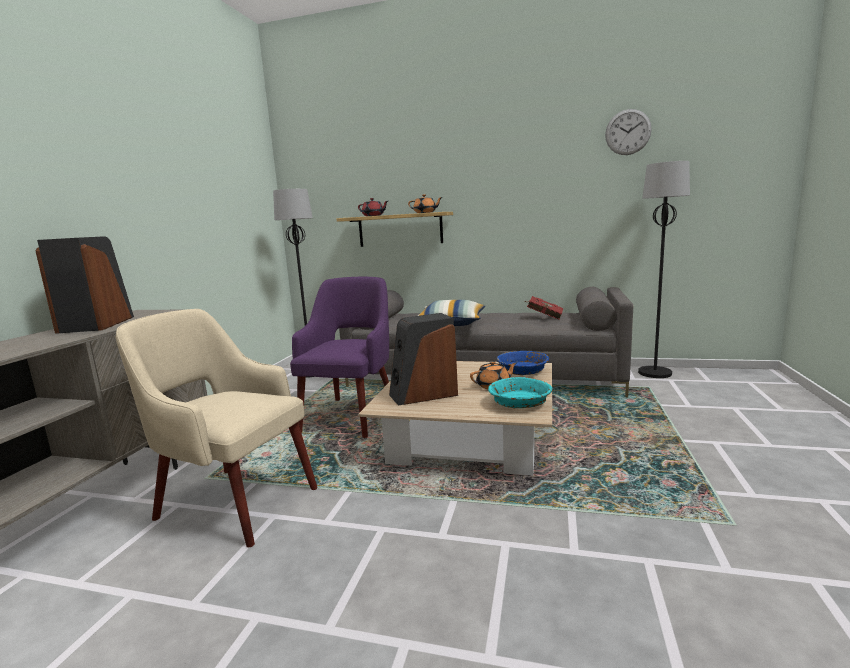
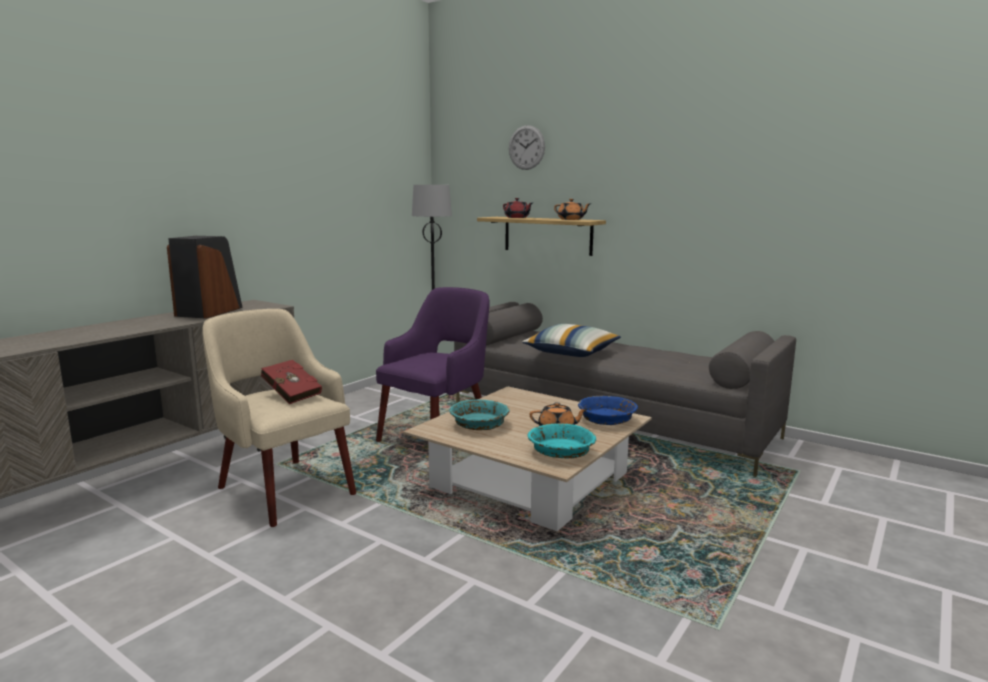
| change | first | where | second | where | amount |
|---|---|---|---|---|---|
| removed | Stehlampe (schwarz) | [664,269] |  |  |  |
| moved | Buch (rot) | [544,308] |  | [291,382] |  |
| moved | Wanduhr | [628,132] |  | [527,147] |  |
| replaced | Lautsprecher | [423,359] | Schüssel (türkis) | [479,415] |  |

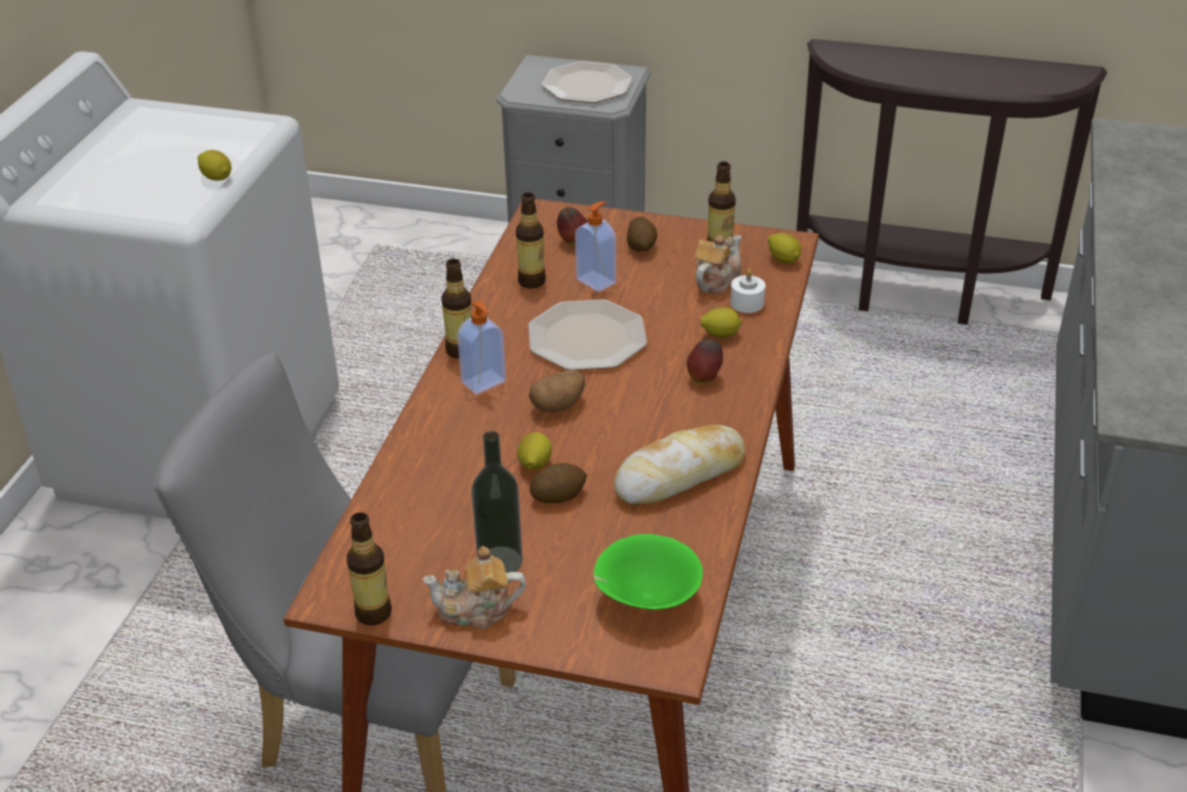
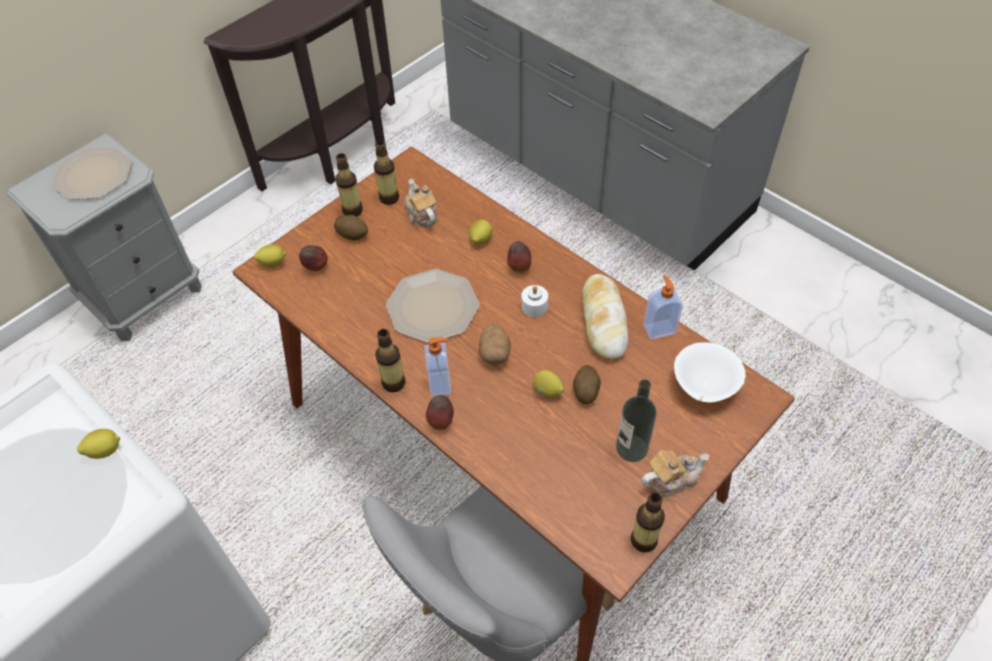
| change | first | where | second | where | amount |
|---|---|---|---|---|---|
| added |  |  | Apfel | [440,412] |  |
| moved | Flasche | [531,241] |  | [349,185] |  |
| moved | Seifenspender | [595,247] |  | [663,307] |  |
| moved | Kerze (weiß) | [747,291] |  | [534,301] |  |
| moved | Zitrone | [784,248] |  | [270,255] |  |
| recoloured | Schüssel (grün) | [648,572] | Schüssel (weiß) | [709,372] |  |
| turned | Teekanne | [474,587] |  | [675,473] | 135 degrees counterclockwise |

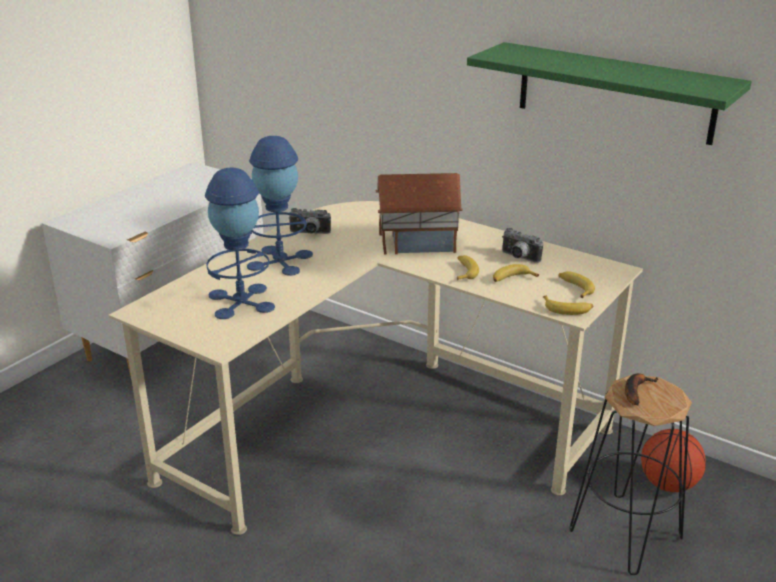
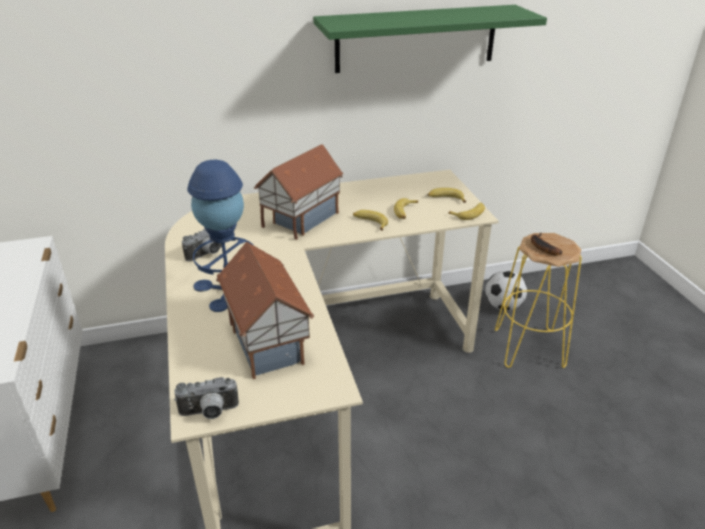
| change | first | where | second | where | amount |
|---|---|---|---|---|---|
| moved | Kamera | [522,245] |  | [206,398] |  |
| replaced | Tischlampe (blau) | [240,243] | Spielzeughaus | [265,310] |  |
| replaced | Basketball | [673,460] | Fußball | [506,290] |  |
| recoloured | Hocker (schwarz) | [631,475] | Hocker (gelb) | [538,300] |  |

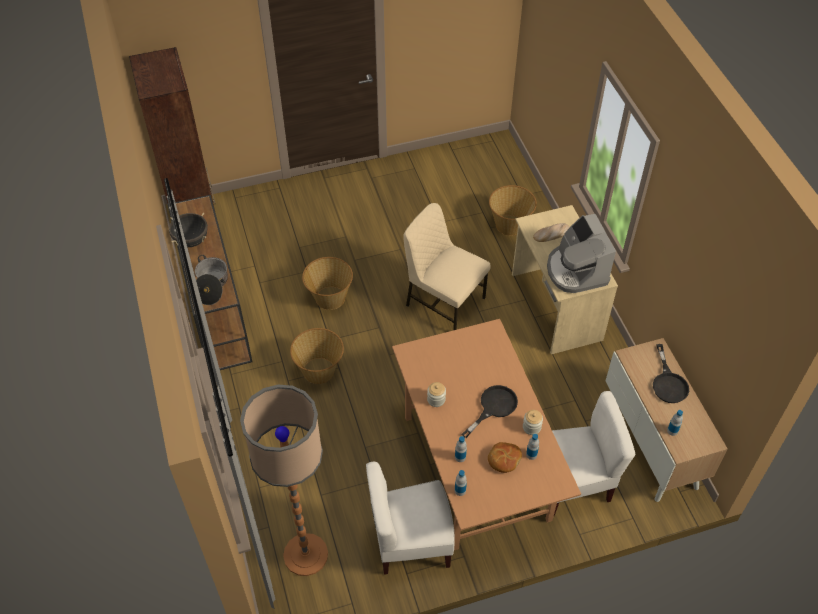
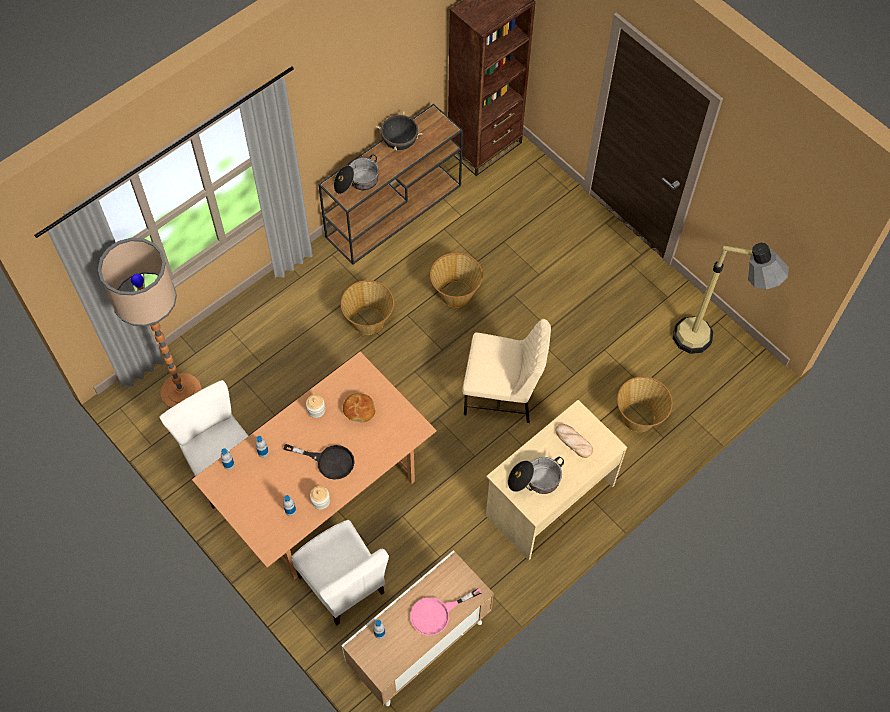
| change | first | where | second | where | amount |
|---|---|---|---|---|---|
| added |  |  | Stehlampe | [731,298] |  |
| moved | Brot | [505,457] |  | [359,408] |  |
| replaced | Kaffeemaschine | [581,253] | Kochtopf | [536,475] |  |
| recoloured | Pfanne (schwarz) | [671,373] | Pfanne (rosa) | [446,611] |  |
| turned | Stuhl (beige) | [447,266] |  | [506,371] | 90 degrees clockwise |

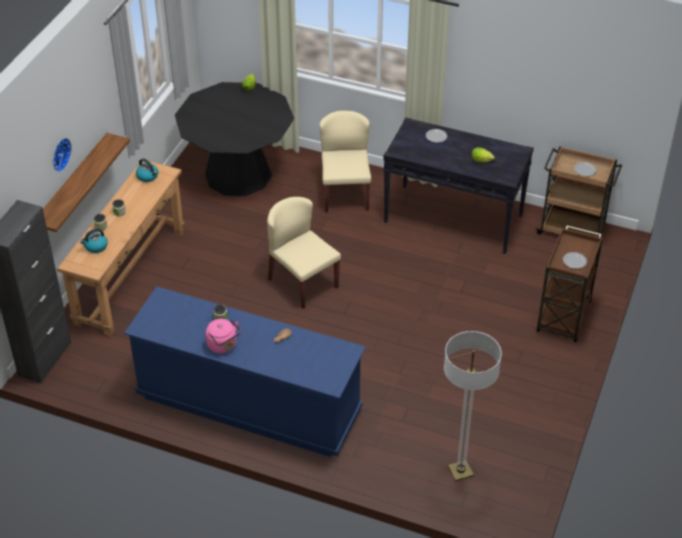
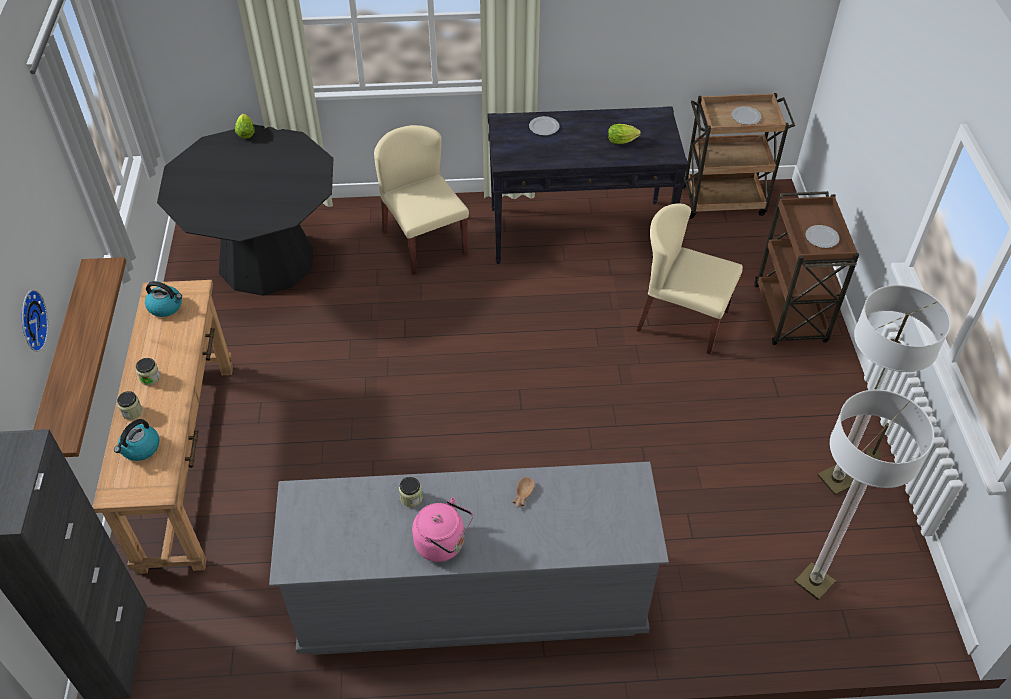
| change | first | where | second | where | amount |
|---|---|---|---|---|---|
| added |  |  | Stehlampe | [884,390] |  |
| moved | Stuhl (beige) | [304,253] |  | [690,278] |  |
| recoloured | Kommode (blau) | [245,371] | Kommode (grau) | [469,558] |  |

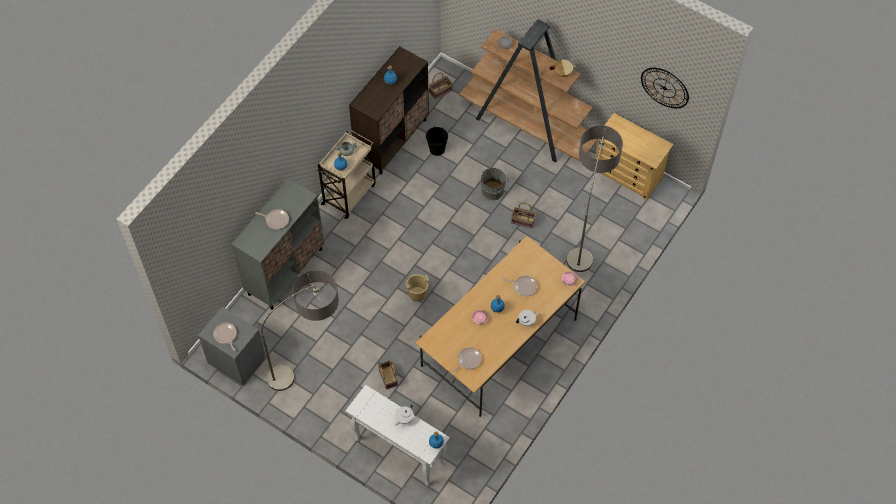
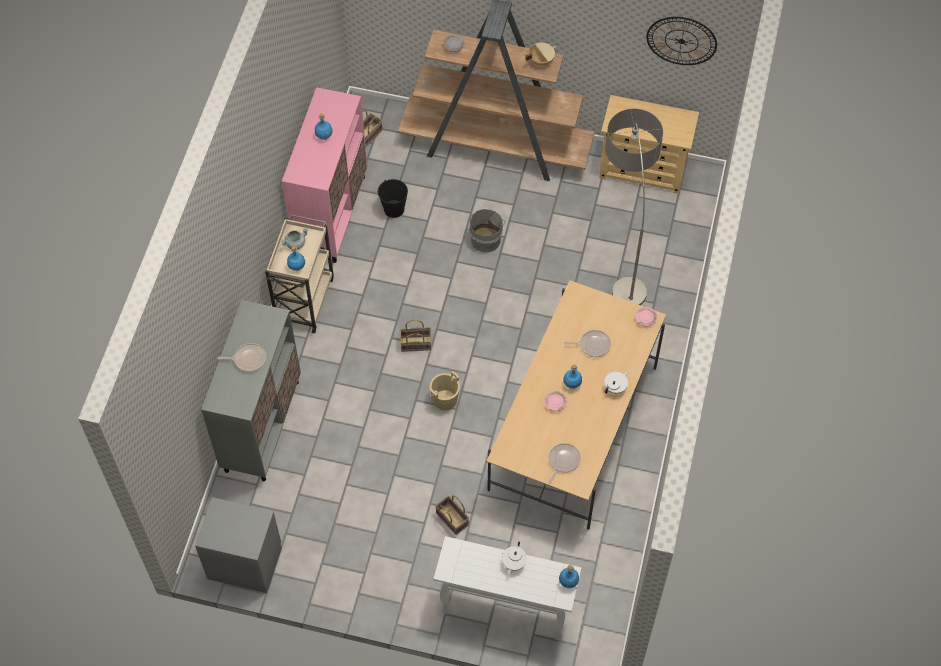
| change | first | where | second | where | amount |
|---|---|---|---|---|---|
| removed | Pfanne | [225,336] |  |  |  |
| removed | Stehlampe | [300,330] |  |  |  |
| moved | Korb | [523,216] |  | [415,336] |  |
| recoloured | Schrank (braun) | [389,110] | Schrank (rosa) | [324,175] |  |

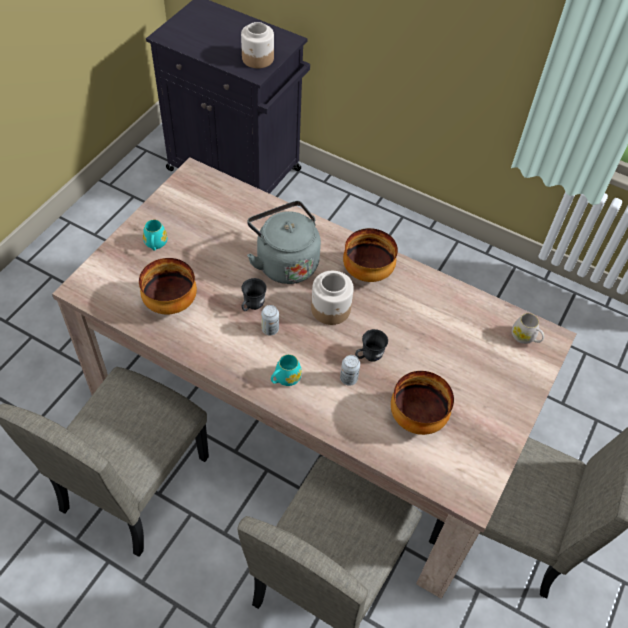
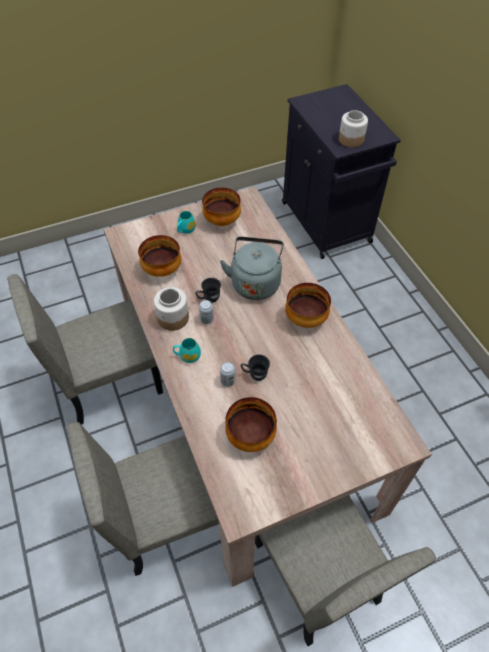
| change | first | where | second | where | amount |
|---|---|---|---|---|---|
| removed | Henkelbecher (weiß) | [528,328] |  |  |  |
| added |  |  | Schüssel | [221,207] |  |
| moved | Vorratsglas | [332,298] |  | [171,309] |  |

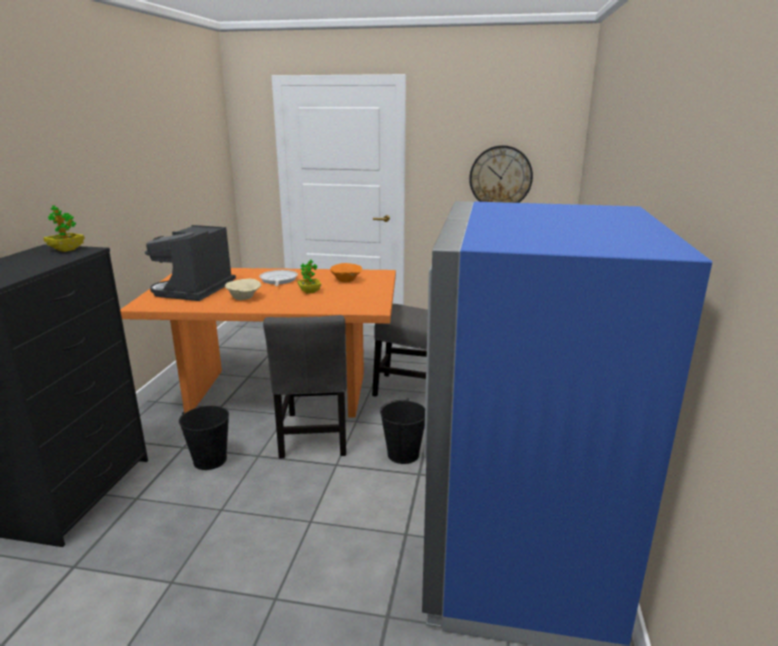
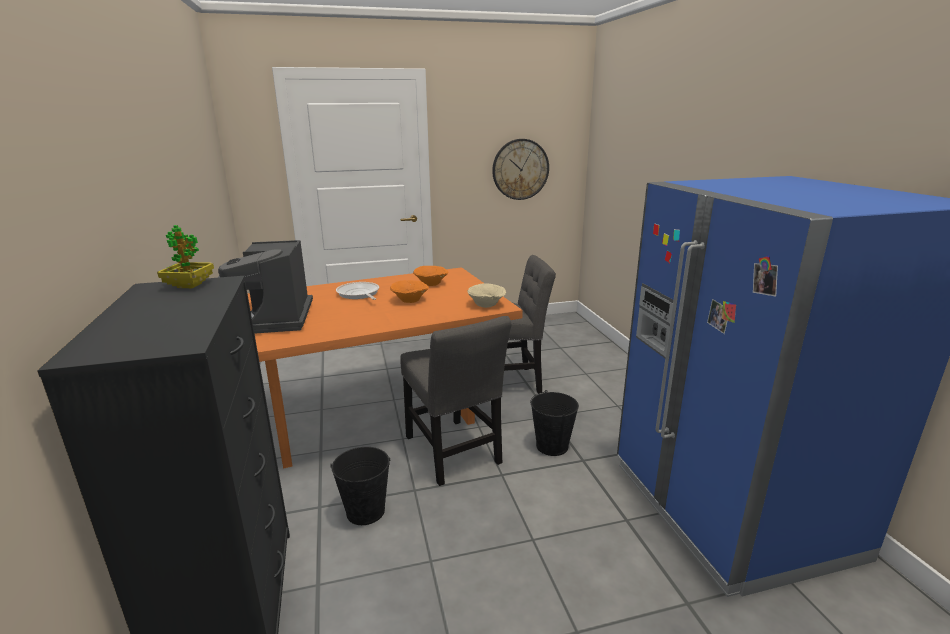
| change | first | where | second | where | amount |
|---|---|---|---|---|---|
| moved | Schüssel (beige) | [243,289] |  | [486,295] |  |
| replaced | Topfpflanze | [309,277] | Schüssel (orange) | [409,291] |  |

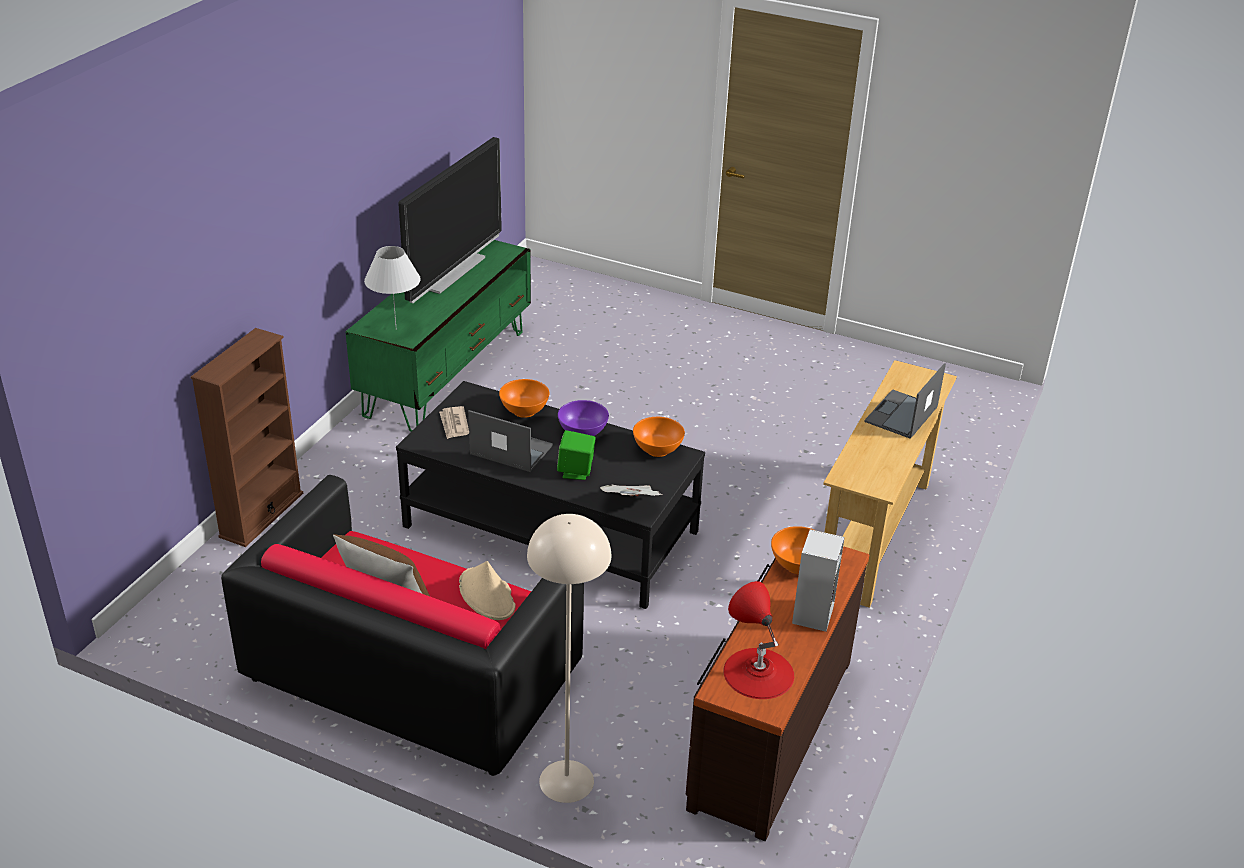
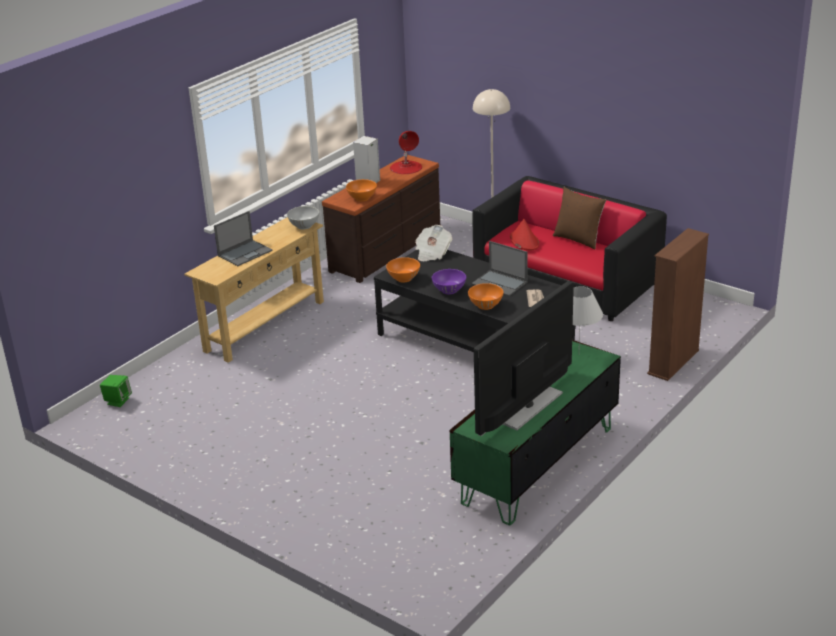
| change | first | where | second | where | amount |
|---|---|---|---|---|---|
| added |  |  | Schüssel (weiß) | [303,217] |  |
| moved | Lautsprecher (grün) | [576,455] |  | [116,391] |  |
| recoloured | Hut (beige) | [487,590] | Hut (rot) | [525,235] |  |

